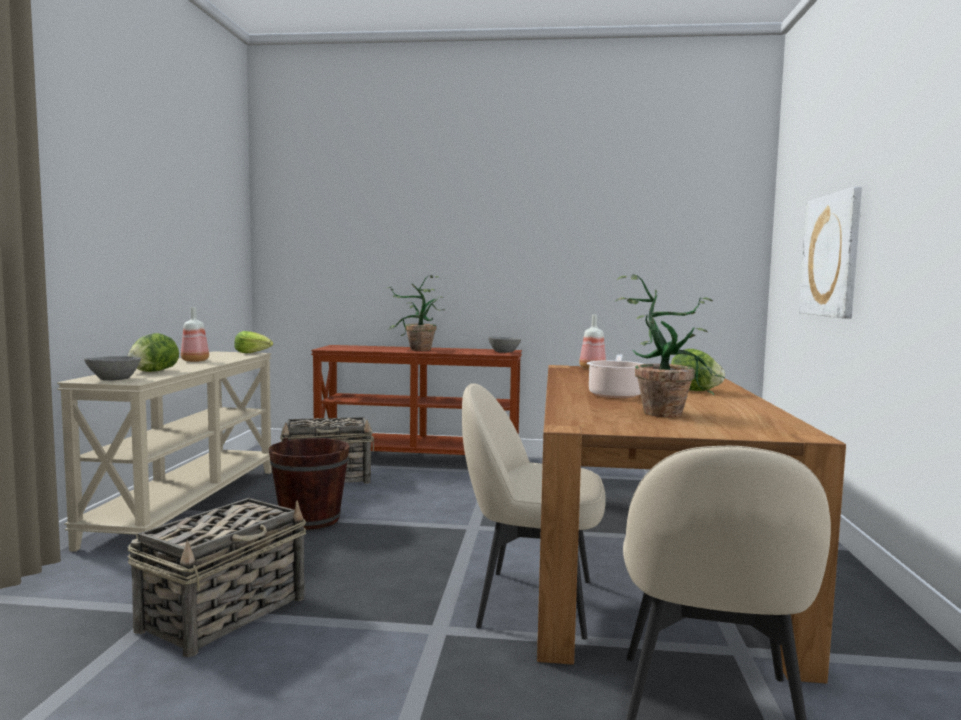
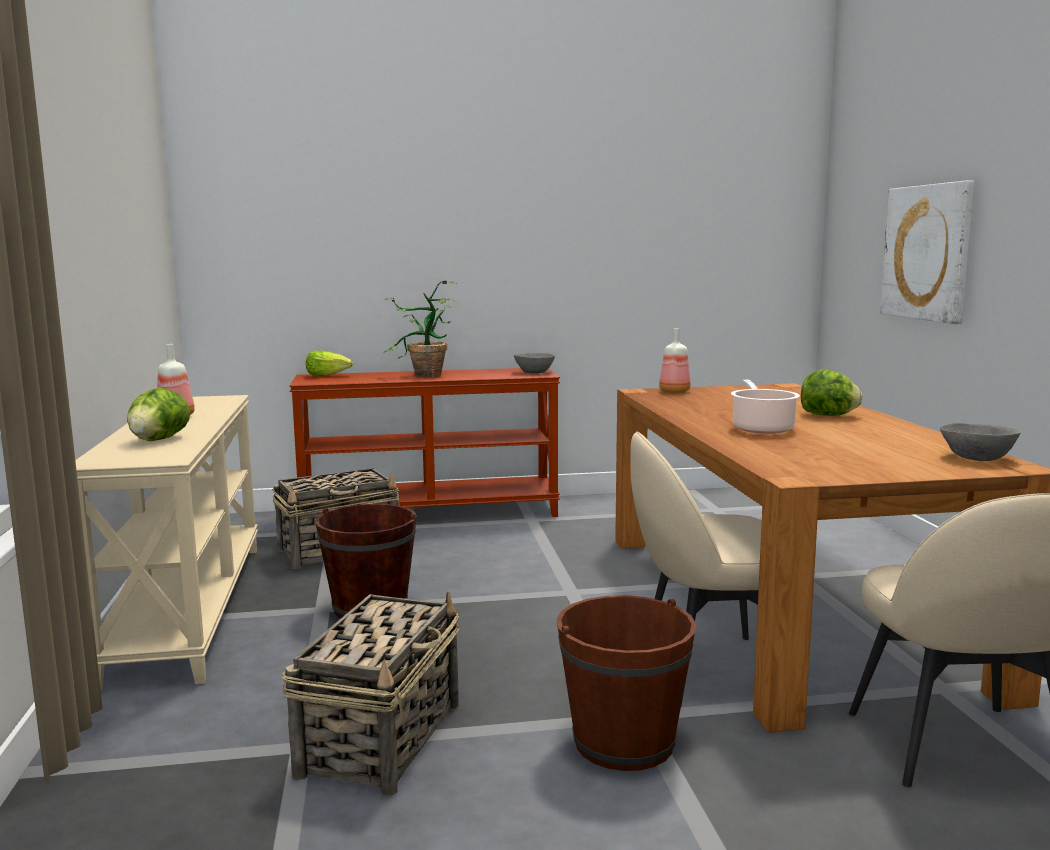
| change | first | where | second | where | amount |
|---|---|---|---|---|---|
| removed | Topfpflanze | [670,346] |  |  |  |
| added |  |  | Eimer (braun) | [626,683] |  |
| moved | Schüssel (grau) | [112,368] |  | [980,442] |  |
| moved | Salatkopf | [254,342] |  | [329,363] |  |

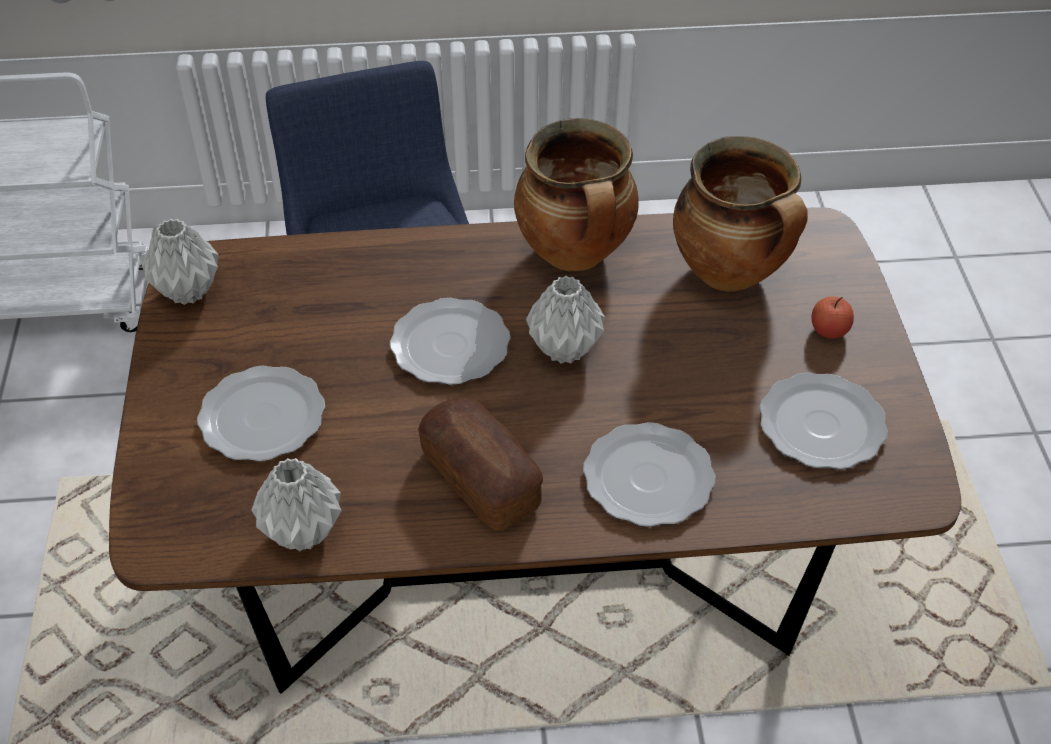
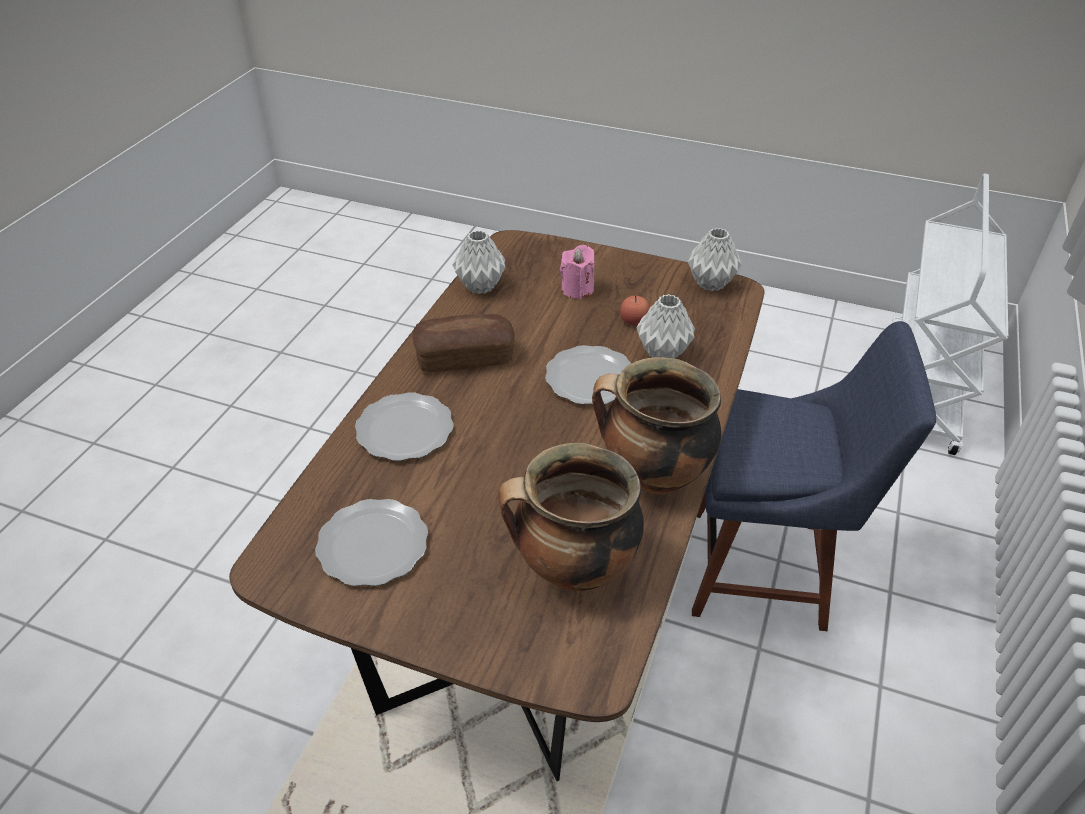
| change | first | where | second | where | amount |
|---|---|---|---|---|---|
| moved | Vase (grau) | [565,320] |  | [665,326] |  |
| moved | Apfel | [832,317] |  | [635,311] |  |
| replaced | Teller | [261,413] | Kerze (rosa) | [577,272] |  |

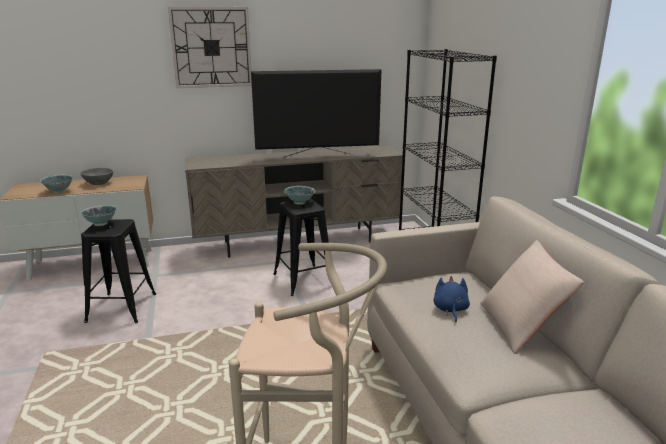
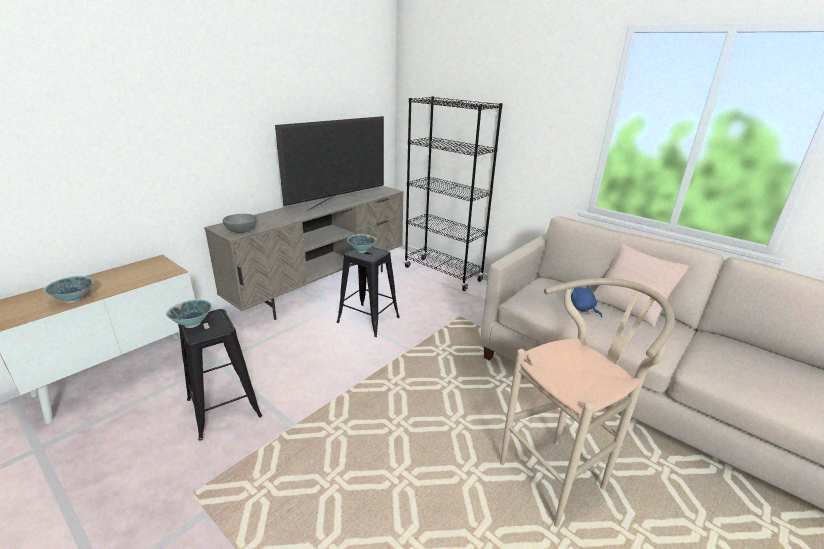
| change | first | where | second | where | amount |
|---|---|---|---|---|---|
| removed | Wanduhr | [210,47] |  |  |  |
| moved | Schüssel (grau) | [97,176] |  | [239,223] |  |

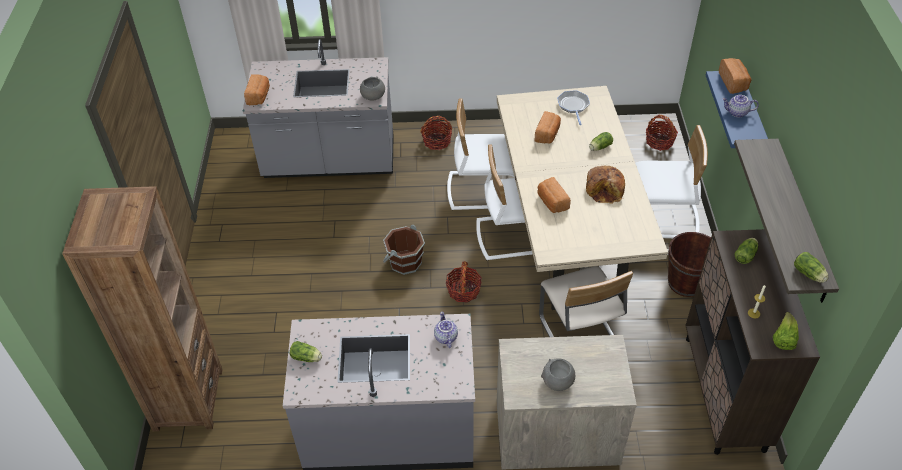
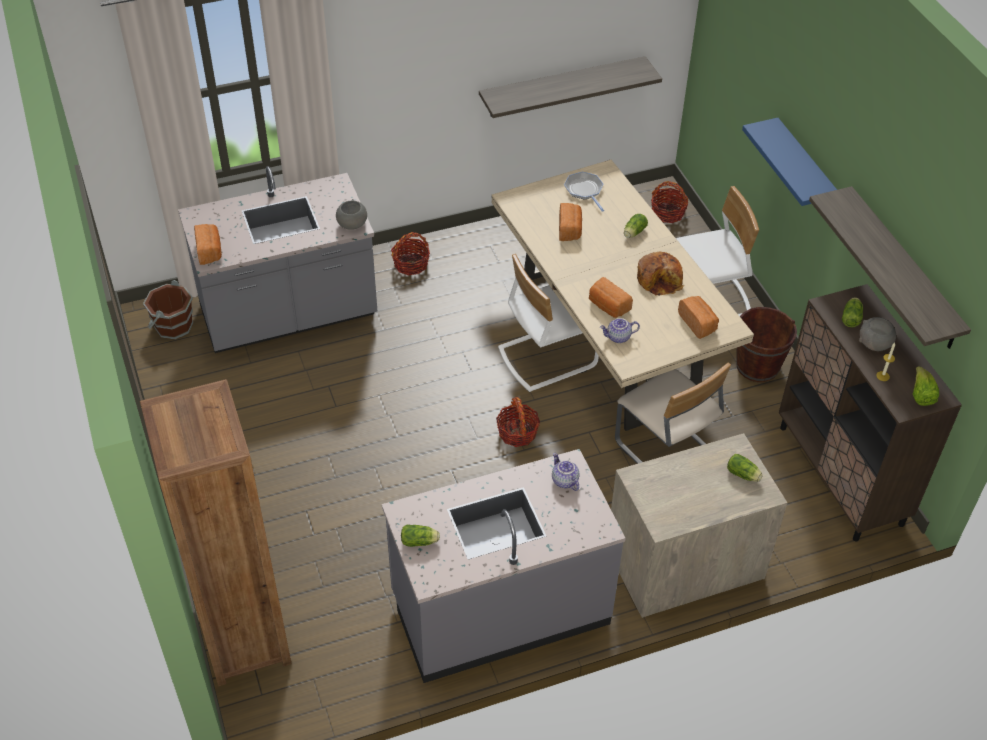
| change | first | where | second | where | amount |
|---|---|---|---|---|---|
| removed | Stuhl (weiß) | [481,154] |  |  |  |
| added |  |  | Wandregal | [570,87] |  |
| moved | Eimer (braun) | [404,250] |  | [168,309] |  |
| moved | Schüssel (grau) | [558,374] |  | [877,334] |  |
| moved | Brot | [735,76] |  | [698,317] |  |
| moved | Teekanne | [740,106] |  | [620,330] |  |
| moved | Salatkopf | [811,267] |  | [745,468] |  |

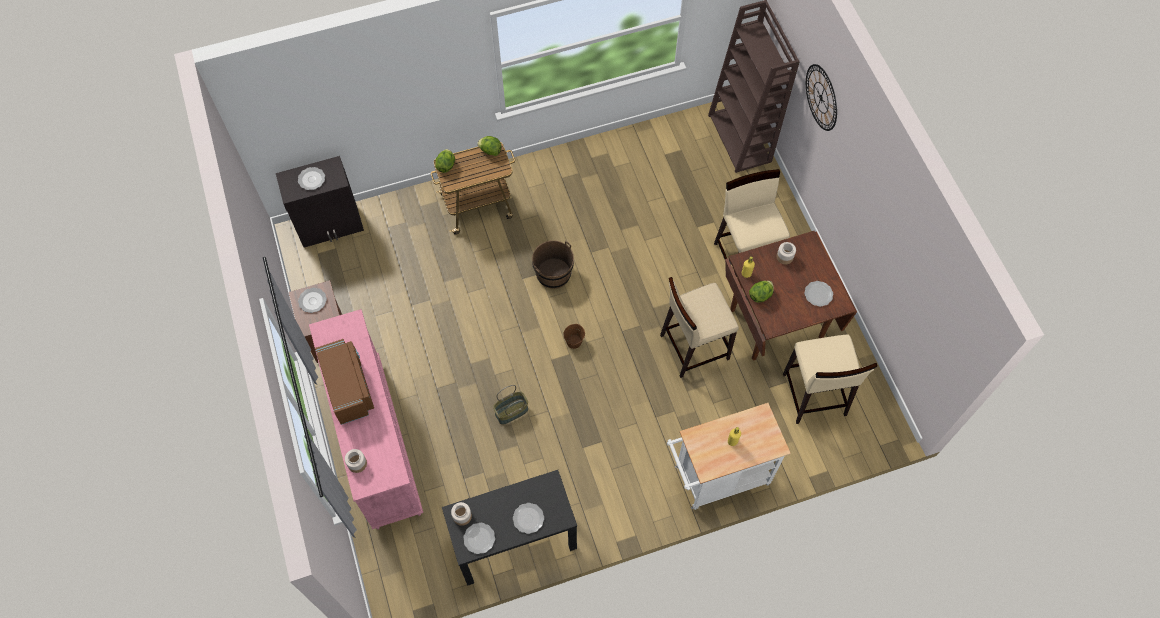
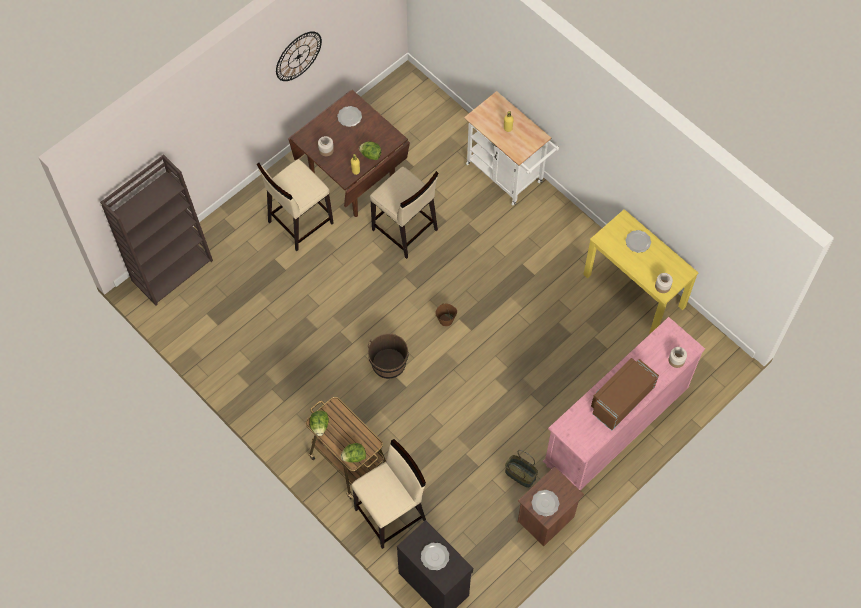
| change | first | where | second | where | amount |
|---|---|---|---|---|---|
| removed | Teller | [479,538] |  |  |  |
| moved | Korb | [510,405] |  | [521,469] |  |
| moved | Hocker (beige) | [830,379] |  | [388,494] |  |
| moved | Wanduhr | [821,97] |  | [299,56] |  |
| recoloured | Konsolentisch (schwarz) | [509,528] | Konsolentisch (gelb) | [641,271] |  |

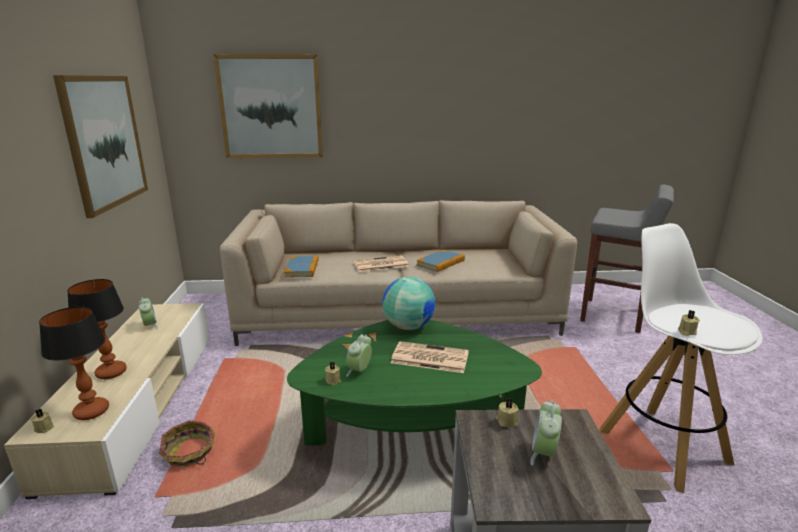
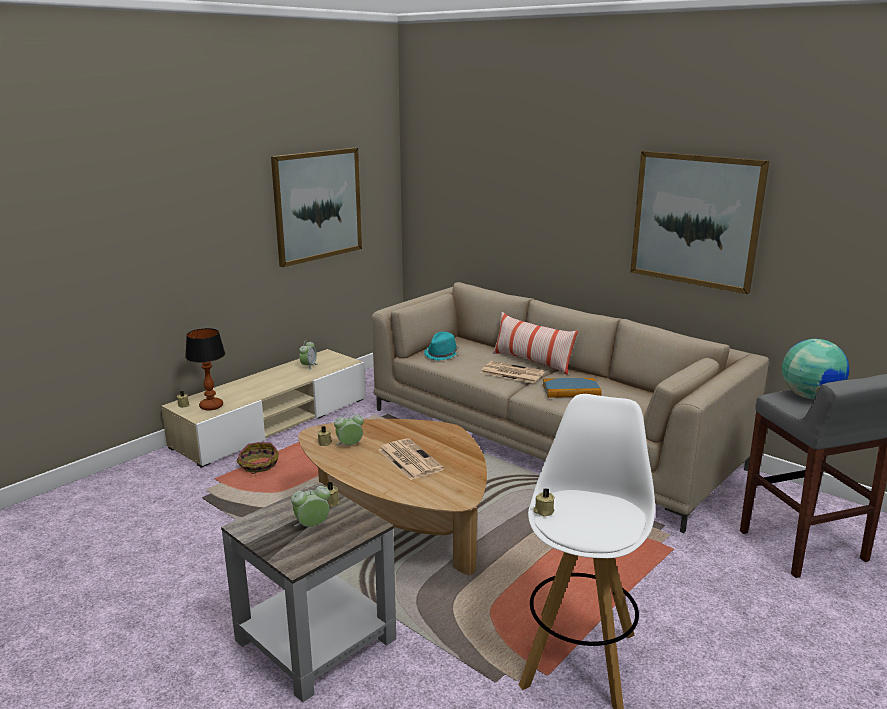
| change | first | where | second | where | amount |
|---|---|---|---|---|---|
| removed | Tischlampe | [97,329] |  |  |  |
| added |  |  | Kissen | [535,343] |  |
| moved | Bild | [268,106] |  | [699,222] |  |
| moved | Globus | [408,303] |  | [815,369] |  |
| replaced | Buch | [301,266] | Hut (türkis) | [441,346] |  |
| recoloured | Couchtisch (grün) | [414,383] | Couchtisch (braun) | [392,497] |  |

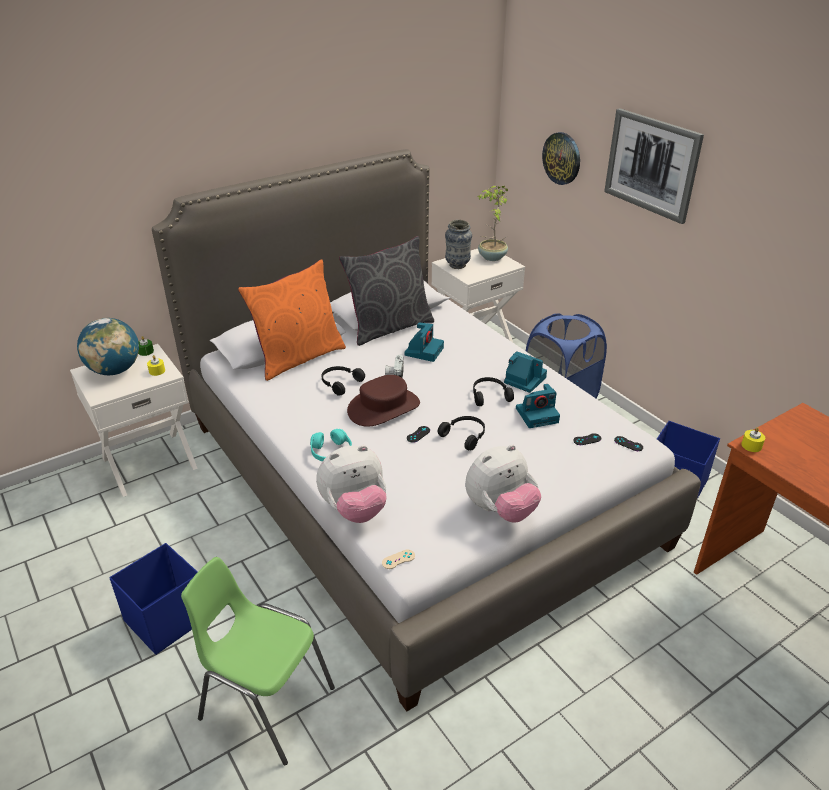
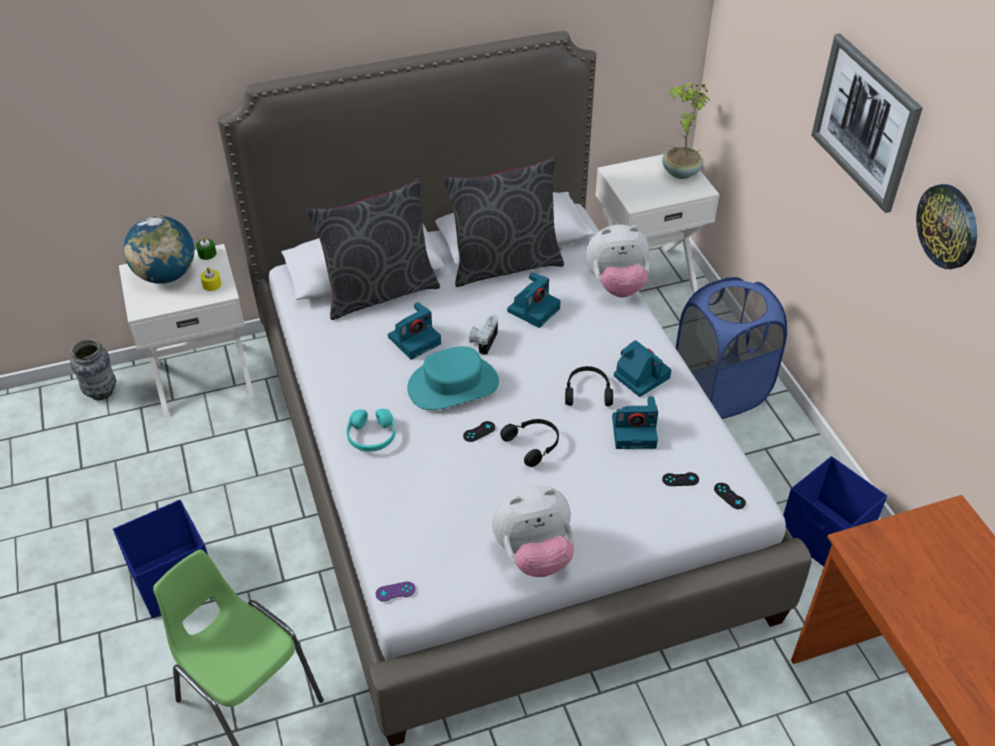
| change | first | where | second | where | amount |
|---|---|---|---|---|---|
| removed | Kerze (gelb) | [753,439] |  |  |  |
| moved | Plüschtier | [351,484] |  | [618,261] |  |
| moved | Vase | [458,244] |  | [93,369] |  |
| moved | Wanduhr | [561,158] |  | [946,226] |  |
| replaced | Kopfhörer (schwarz) | [343,381] | Kamera | [414,331] |  |
| recoloured | Kissen (orange) | [292,320] | Kissen (grau) | [373,249] |  |
| recoloured | Hut (braun) | [383,401] | Hut (türkis) | [453,378] |  |
| recoloured | Gamepad (beige) | [398,559] | Gamepad (lila) | [396,591] |  |

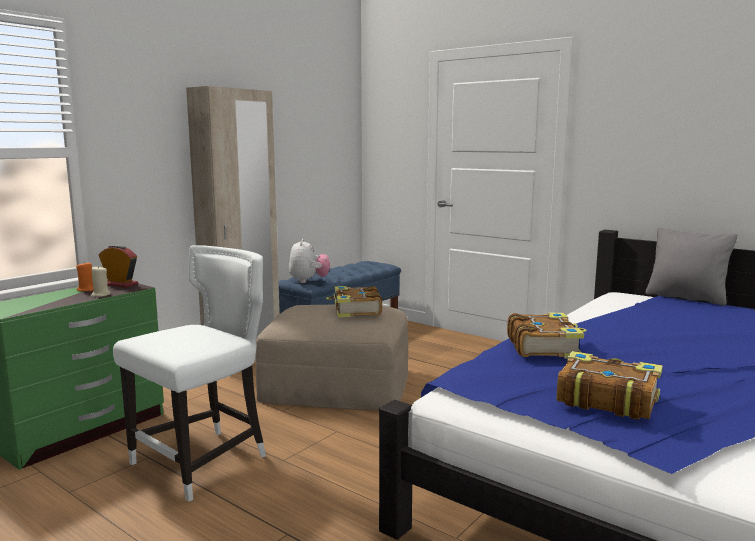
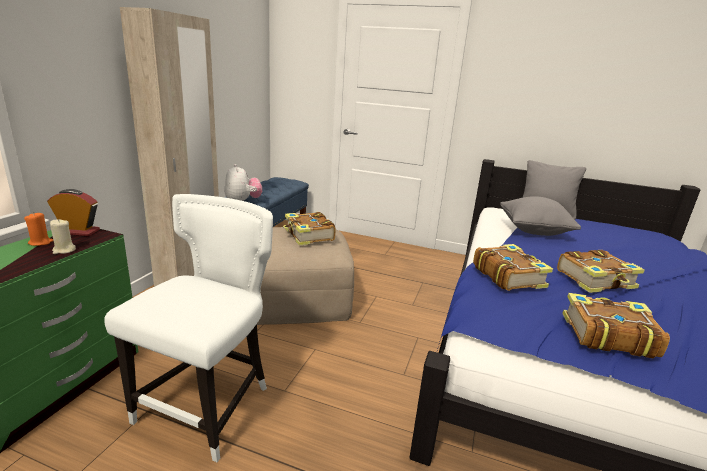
| change | first | where | second | where | amount |
|---|---|---|---|---|---|
| added |  |  | Kissen (grau) | [540,216] |  |
| added |  |  | Buch | [601,271] |  |

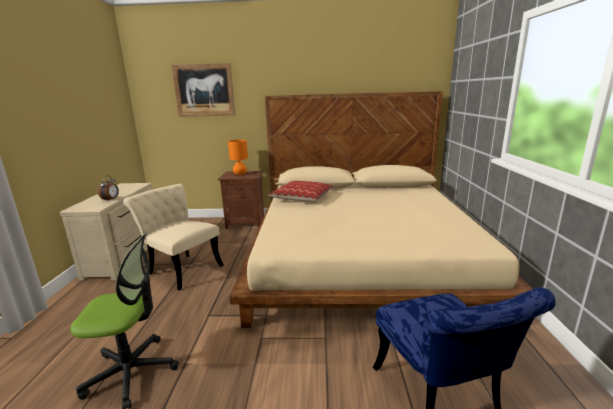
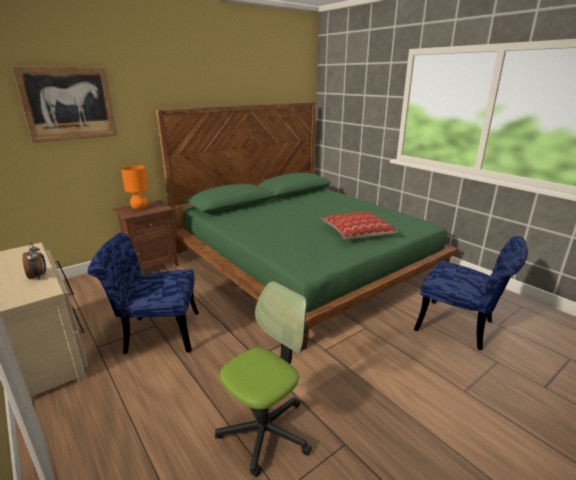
| change | first | where | second | where | amount |
|---|---|---|---|---|---|
| moved | Kissen | [300,191] |  | [359,226] |  |
| recoloured | Stuhl (beige) | [173,237] | Stuhl (blau) | [143,293] |  |
| recoloured | Bett (beige) | [381,209] | Bett (grün) | [307,226] |  |

